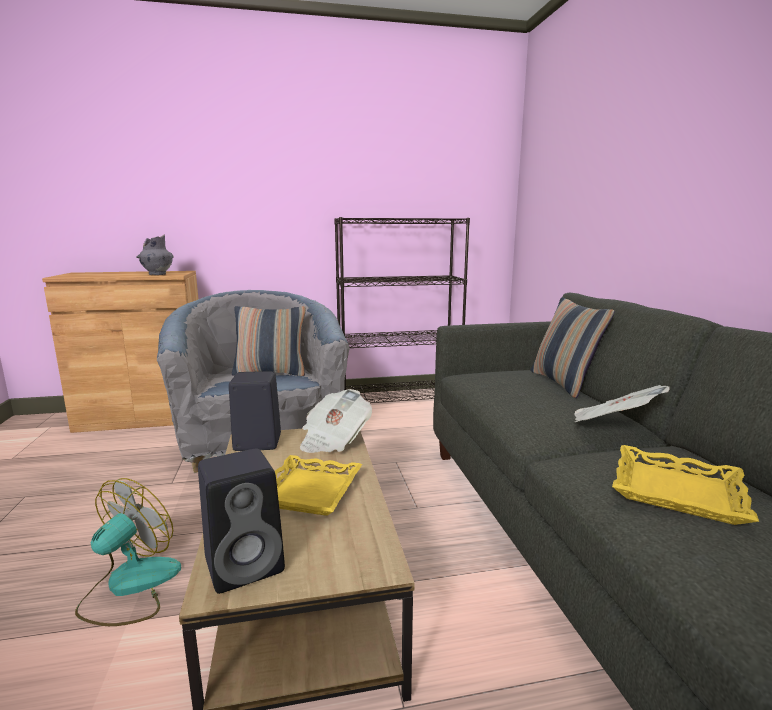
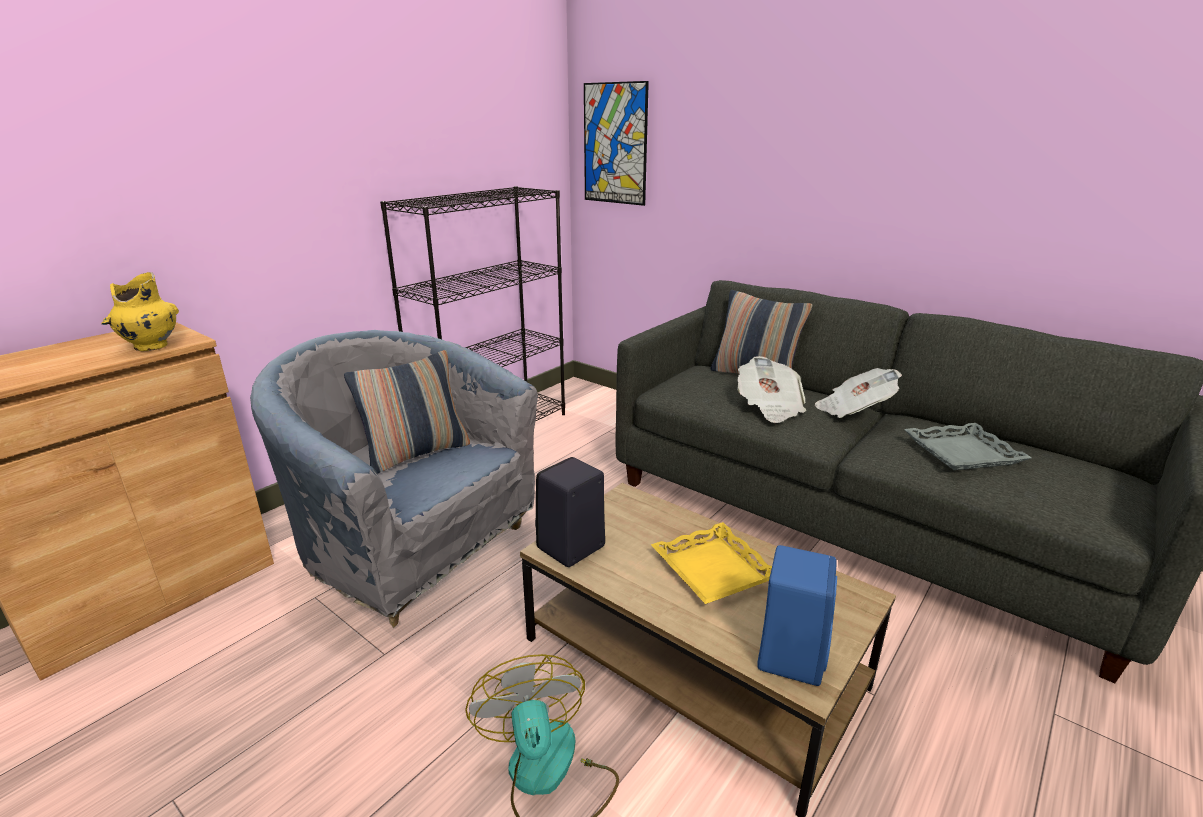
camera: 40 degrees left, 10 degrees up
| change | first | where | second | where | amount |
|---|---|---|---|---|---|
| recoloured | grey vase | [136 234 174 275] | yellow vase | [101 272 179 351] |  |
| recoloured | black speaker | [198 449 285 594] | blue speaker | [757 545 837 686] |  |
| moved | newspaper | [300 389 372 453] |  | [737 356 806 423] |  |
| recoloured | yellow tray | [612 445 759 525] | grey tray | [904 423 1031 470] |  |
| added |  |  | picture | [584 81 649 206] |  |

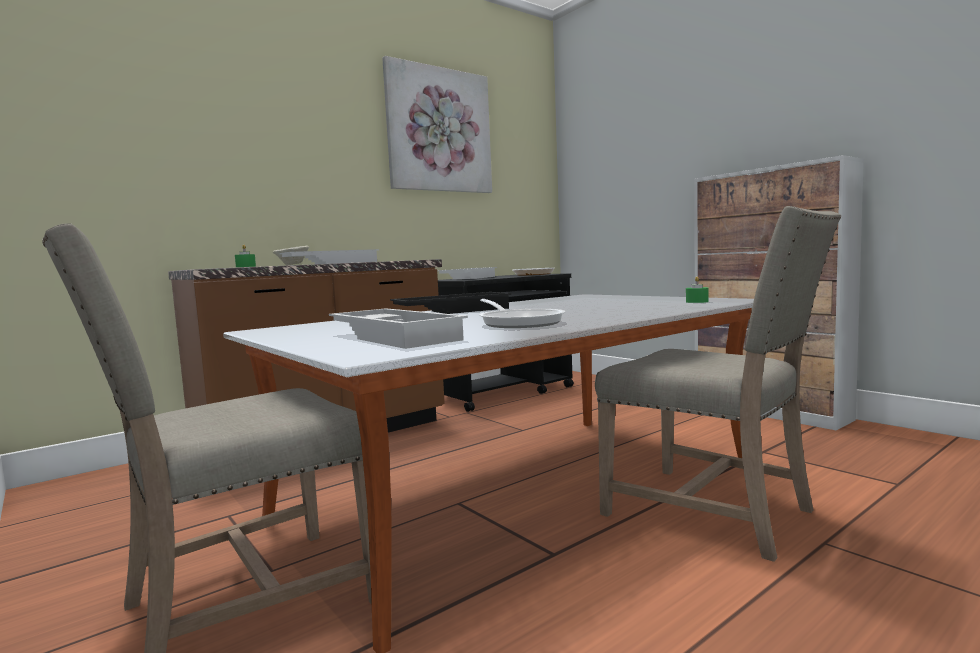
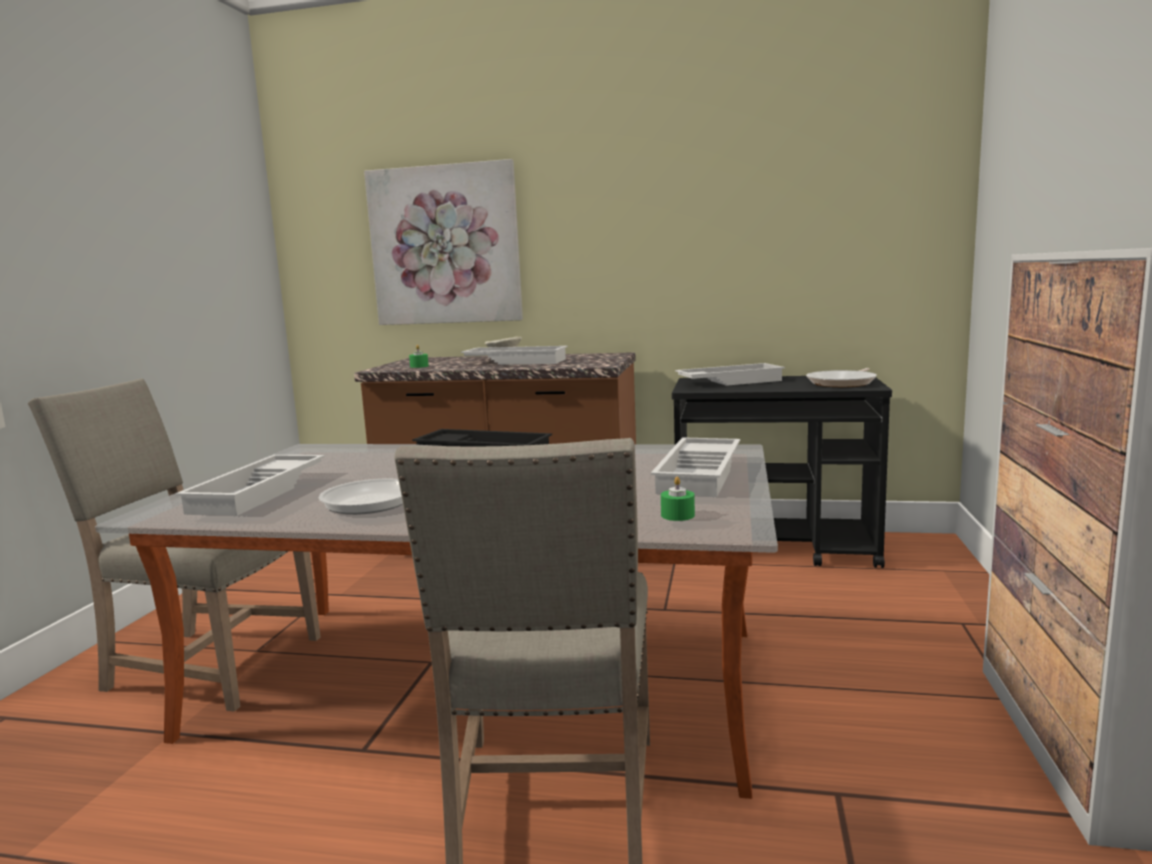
camera: 50 degrees right, 5 degrees up
| change | first | where | second | where | amount |
|---|---|---|---|---|---|
| moved | picture | [382 56 492 193] |  | [364 159 523 325] |  |
| added |  |  | white tray | [651 437 740 497] |  |

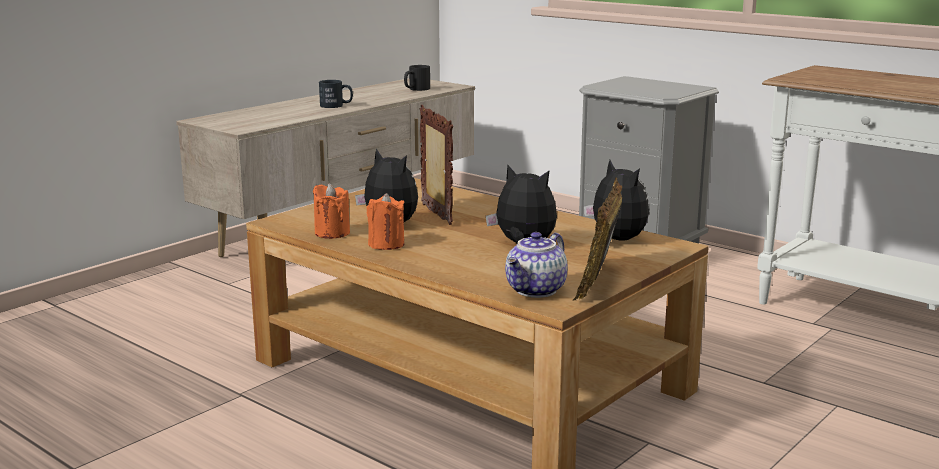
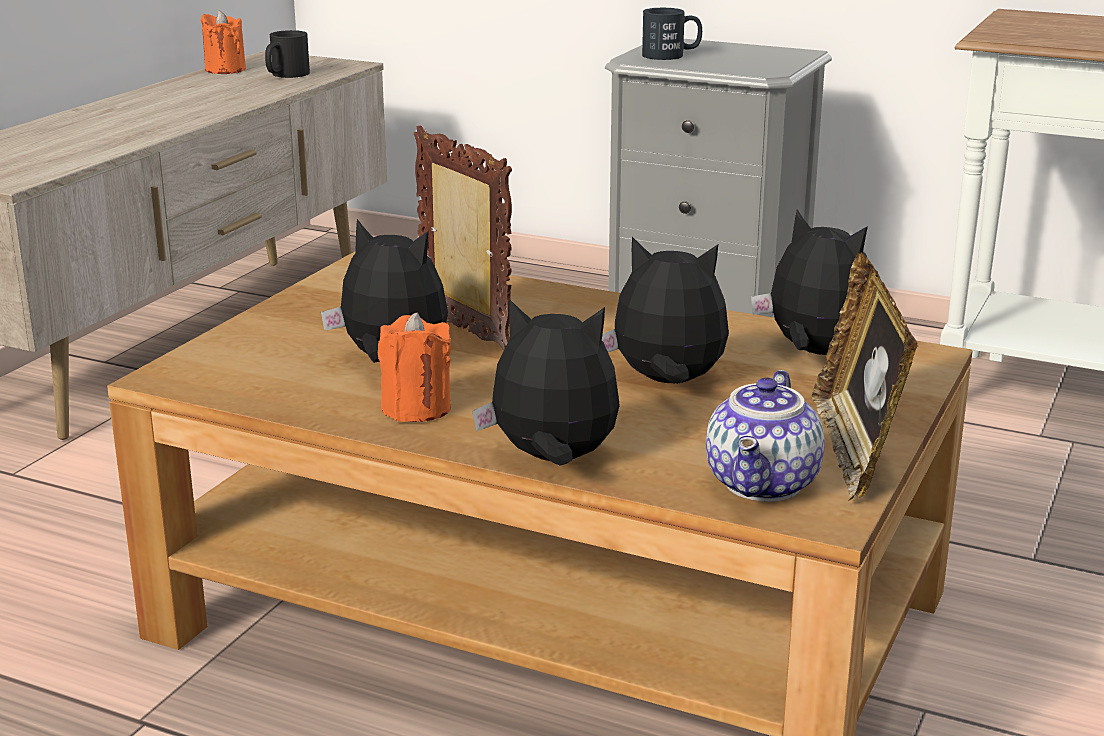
camera: 15 degrees left, 5 degrees up
| change | first | where | second | where | amount |
|---|---|---|---|---|---|
| moved | orange candle | [313 183 350 239] |  | [201 11 246 74] |  |
| moved | black mug | [319 80 353 108] |  | [642 8 702 60] |  |
| added |  |  | plush toy | [472 299 620 466] |  |

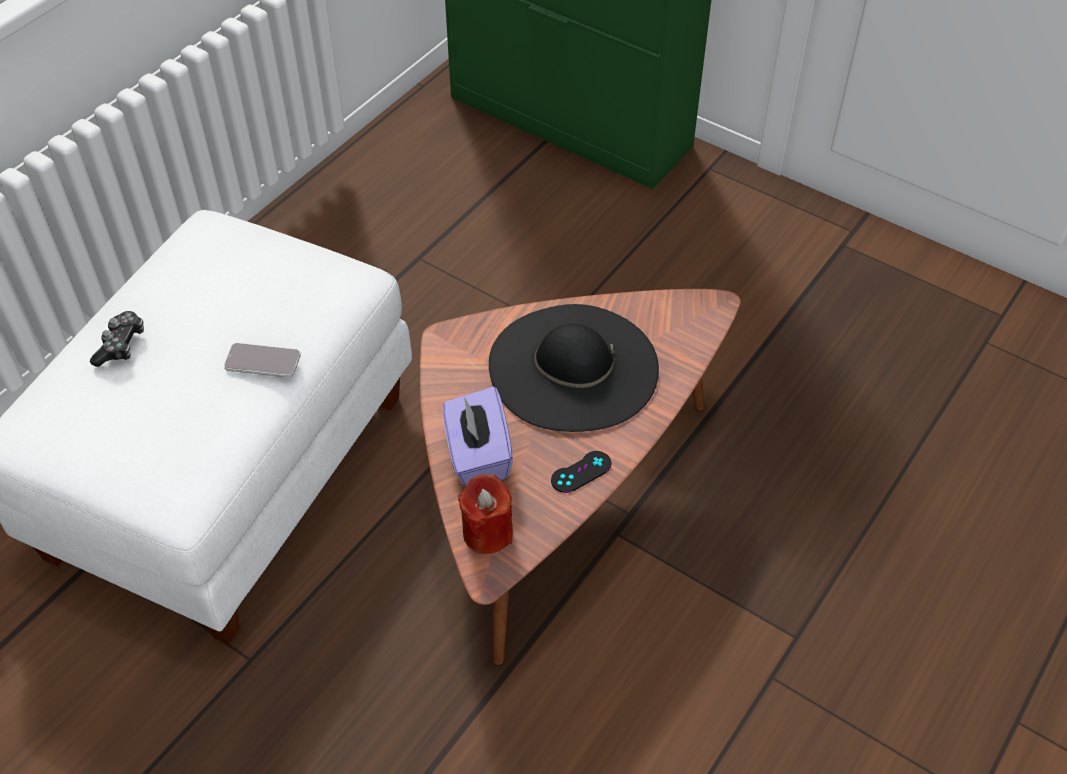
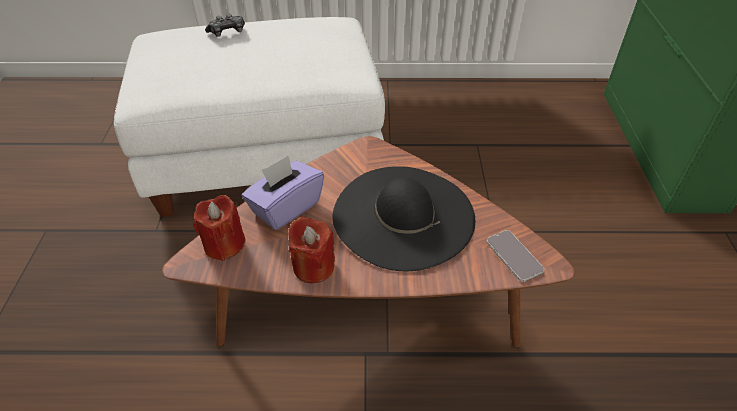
camera: 55 degrees right, 5 degrees down
| change | first | where | second | where | amount |
|---|---|---|---|---|---|
| moved | phone | [224 343 301 377] |  | [486 230 544 282] |  |
| replaced | black game controller | [551 451 612 493] | red candle | [289 216 335 283] |  |

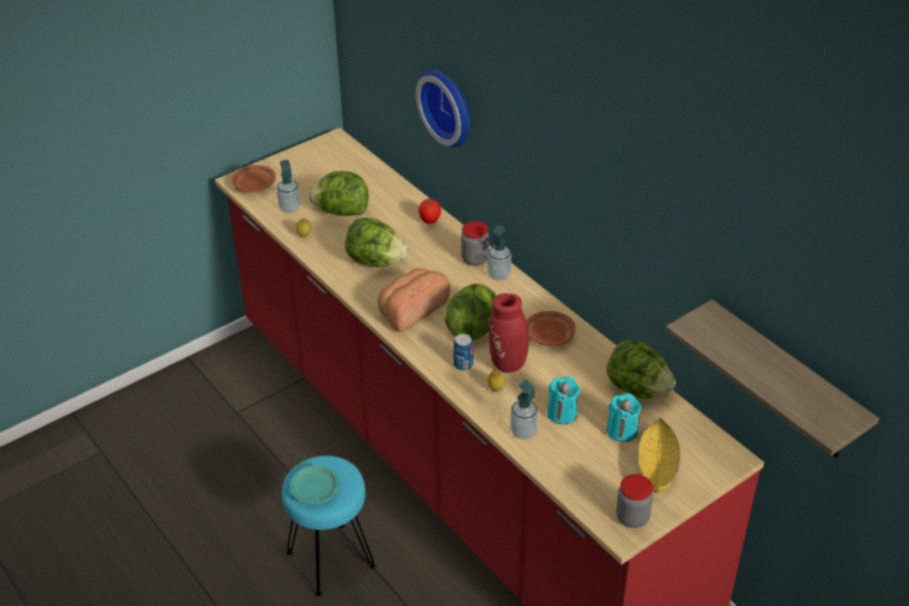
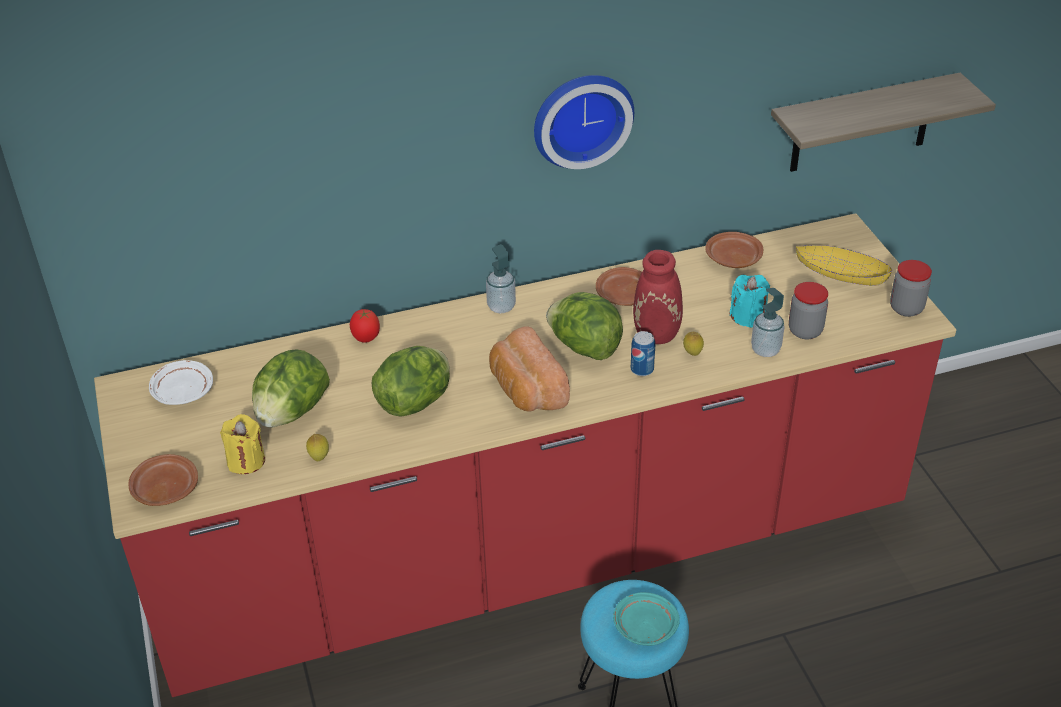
camera: 70 degrees left, 0 degrees up
| change | first | where | second | where | amount |
|---|---|---|---|---|---|
| replaced | soap dispenser | [277 160 300 213] | yellow candle | [220 414 265 474] |  |
| moved | wall clock | [416 70 470 147] |  | [534 75 634 169] |  |
| moved | jar | [461 221 489 266] |  | [789 282 828 339] |  |
| replaced | lettuce | [606 340 676 399] | brown plate | [705 232 763 268] |  |
| removed | turquoise candle | [607 393 642 442] |  |  |  |
| added |  |  | white plate | [149 360 213 405] |  |

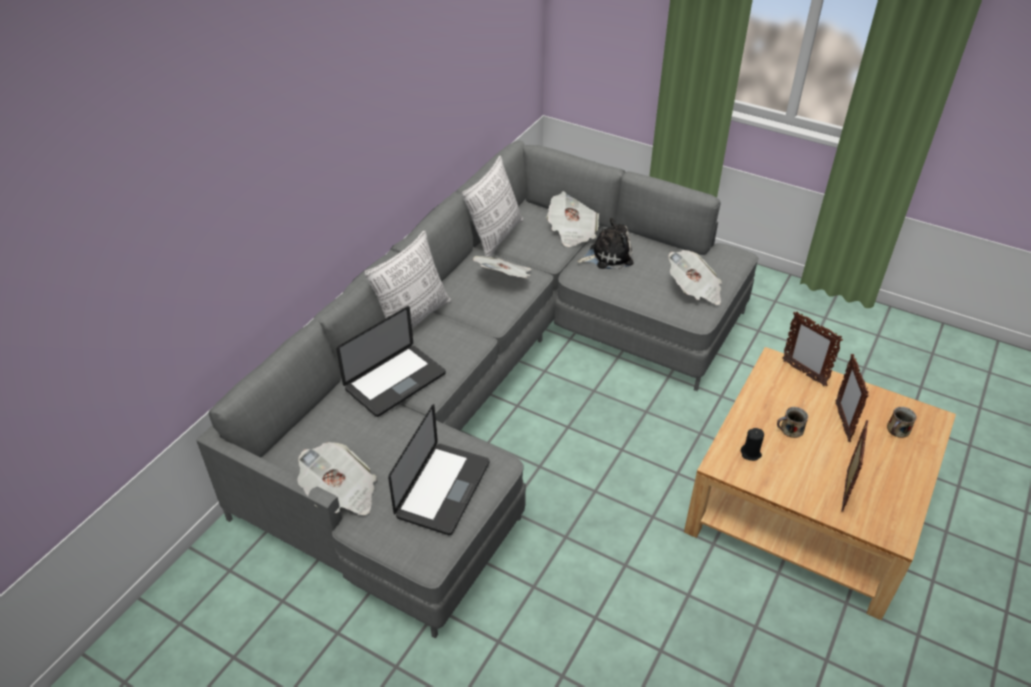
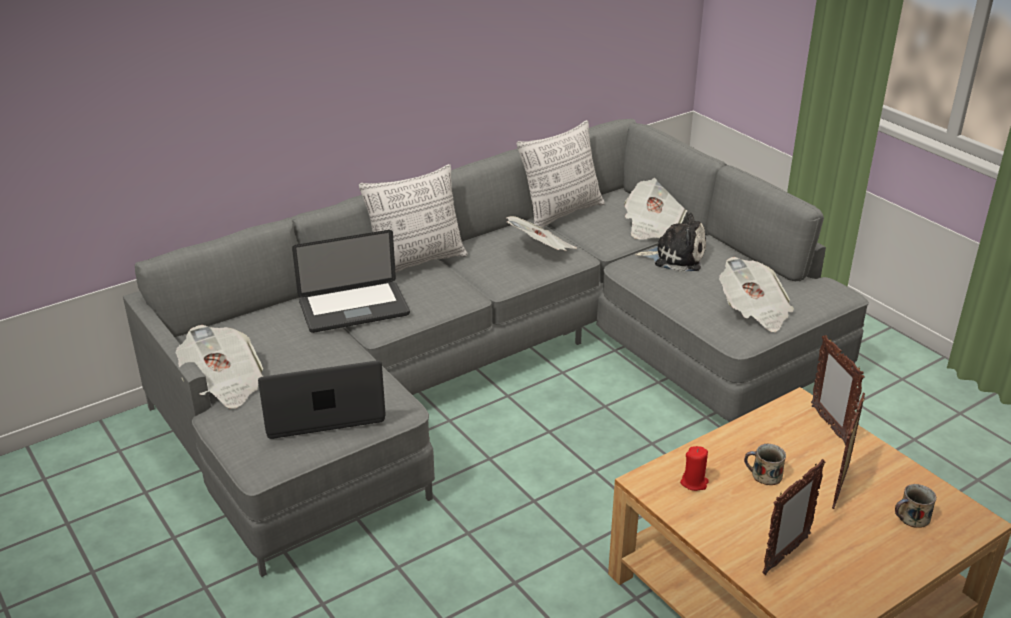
camera: 25 degrees right, 10 degrees down
| change | first | where | second | where | amount |
|---|---|---|---|---|---|
| turned | laptop | [388 404 490 535] |  | [258 361 386 439] | 150 degrees counterclockwise |
| recoloured | black candle | [741 428 764 461] | red candle | [680 446 709 491] |  |

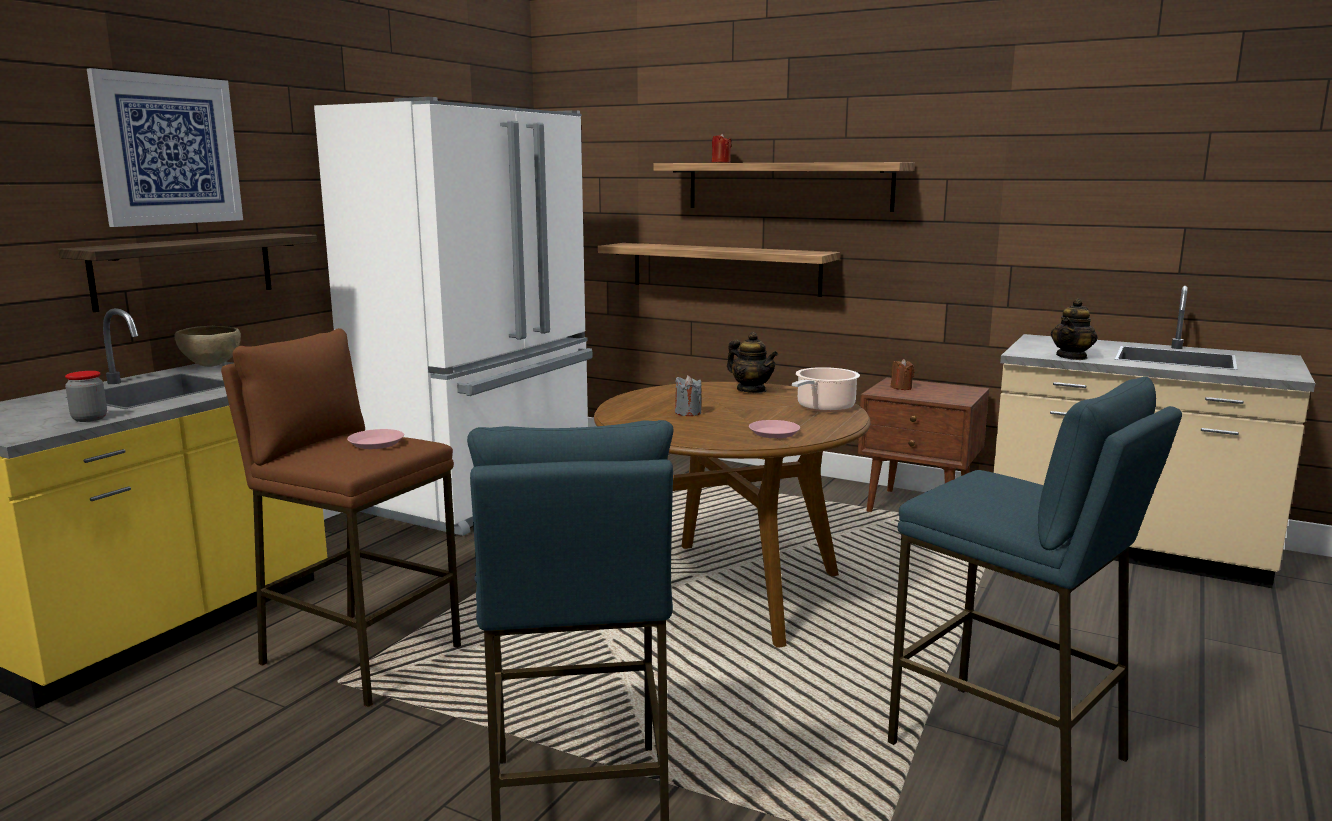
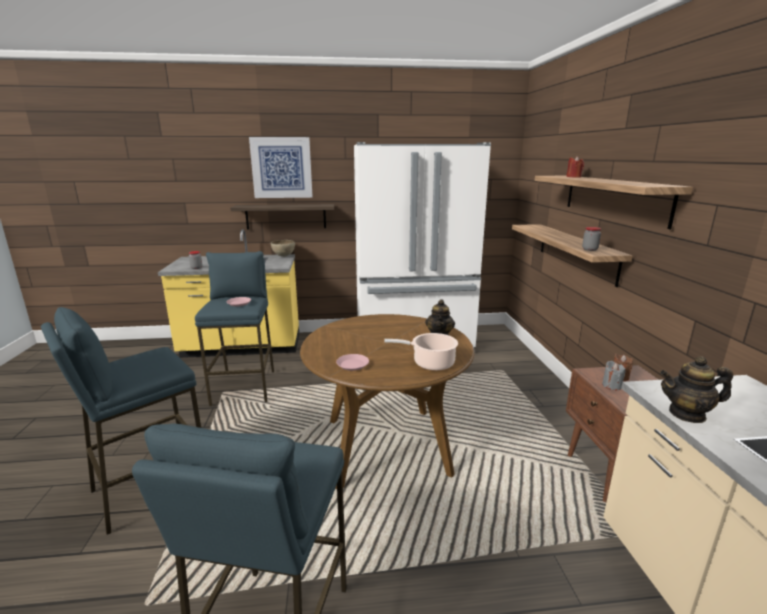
camera: 55 degrees right, 5 degrees up
| change | first | where | second | where | amount |
|---|---|---|---|---|---|
| recoloured | brown stool | [221 328 461 707] | blue stool | [195 251 274 406] |  |
| moved | grey candle | [675 375 701 416] |  | [602 361 626 390] |  |
| added |  |  | jar | [582 227 601 251] |  |

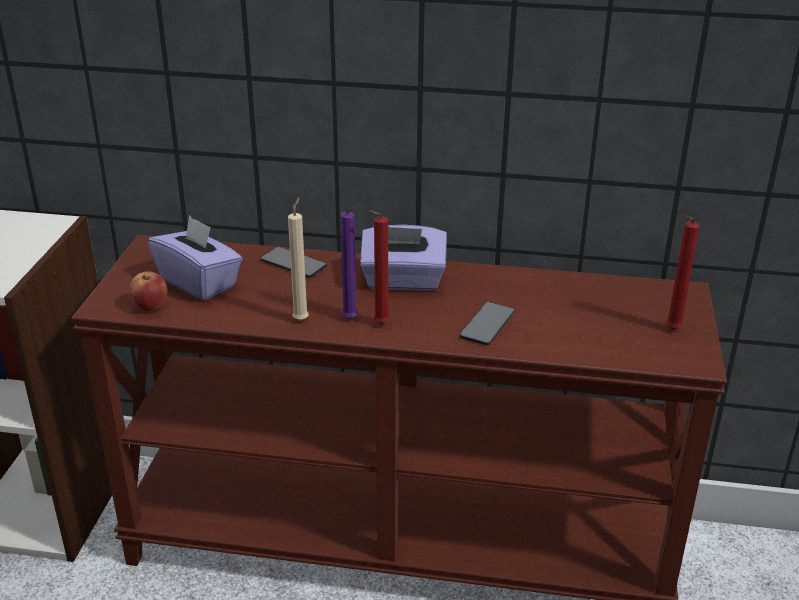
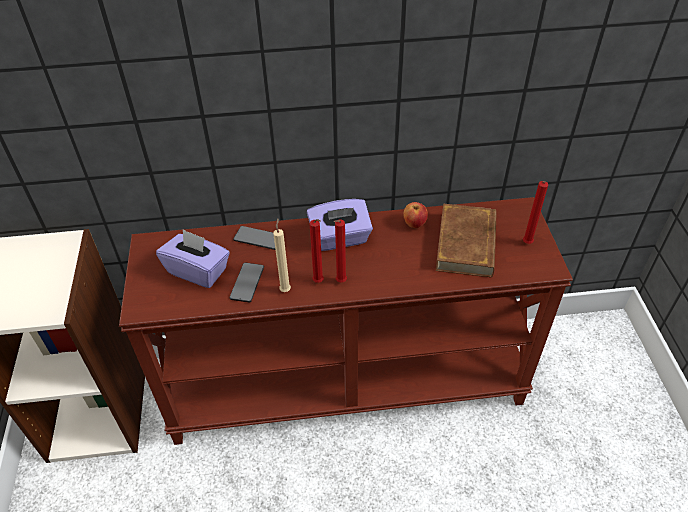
camera: 15 degrees left, 15 degrees up
| change | first | where | second | where | amount |
|---|---|---|---|---|---|
| moved | apple | [130 271 167 312] |  | [403 202 428 228] |  |
| recoloured | purple candle | [341 207 358 319] | red candle | [310 219 324 283] |  |
| moved | phone | [460 302 515 345] |  | [229 262 264 302] |  |
| added |  |  | brown book | [436 204 497 278] |  |

